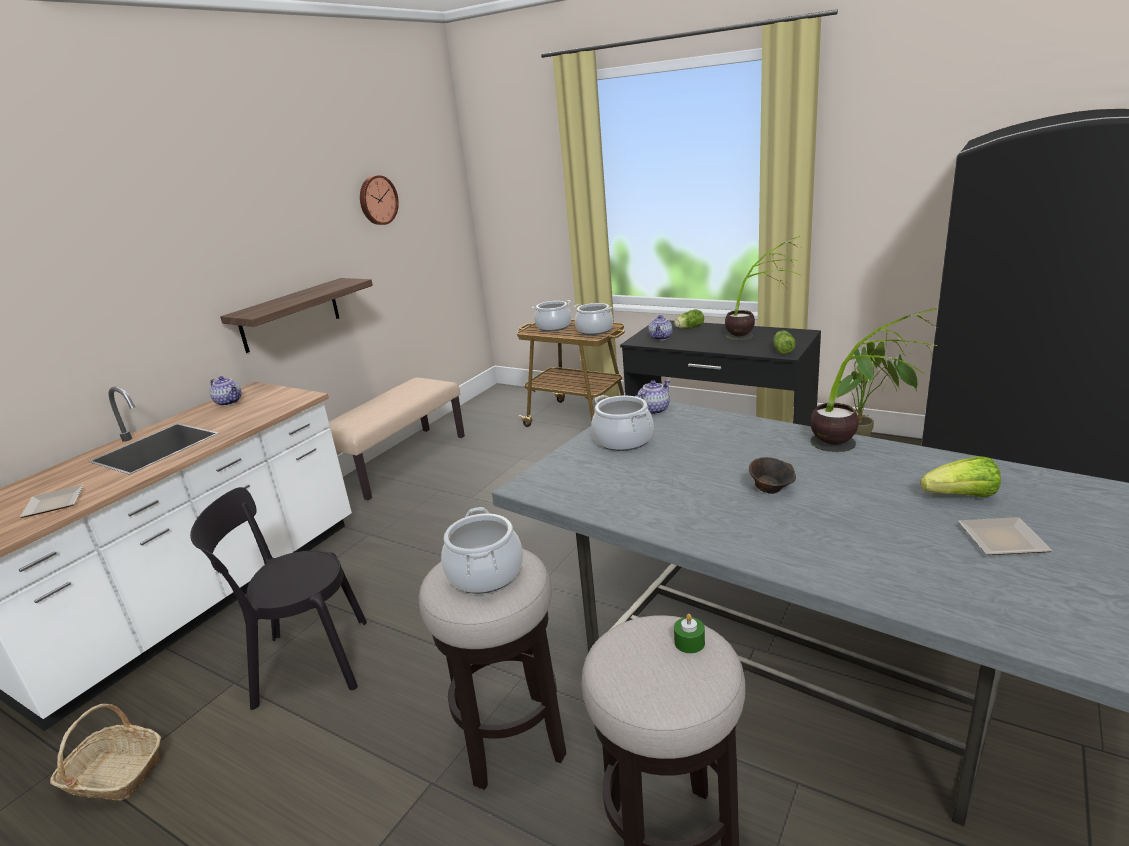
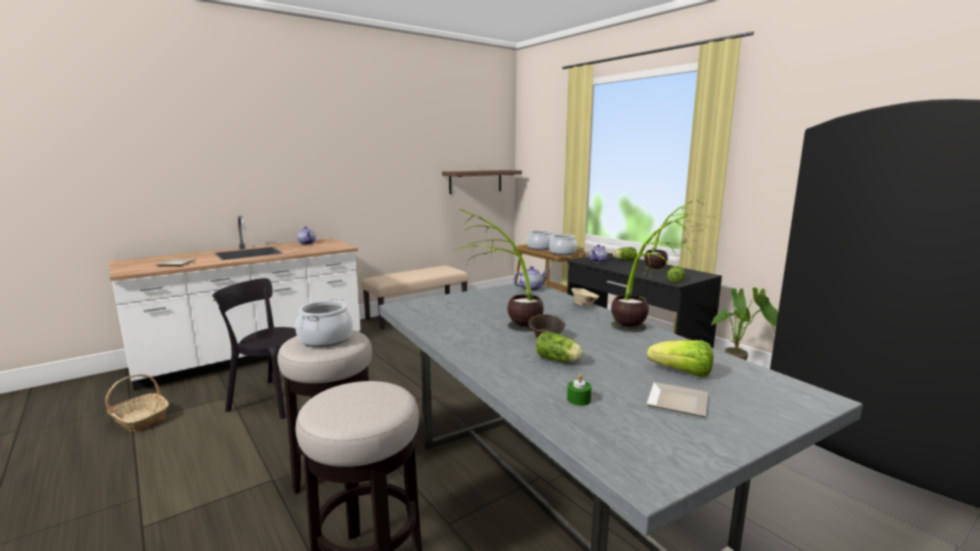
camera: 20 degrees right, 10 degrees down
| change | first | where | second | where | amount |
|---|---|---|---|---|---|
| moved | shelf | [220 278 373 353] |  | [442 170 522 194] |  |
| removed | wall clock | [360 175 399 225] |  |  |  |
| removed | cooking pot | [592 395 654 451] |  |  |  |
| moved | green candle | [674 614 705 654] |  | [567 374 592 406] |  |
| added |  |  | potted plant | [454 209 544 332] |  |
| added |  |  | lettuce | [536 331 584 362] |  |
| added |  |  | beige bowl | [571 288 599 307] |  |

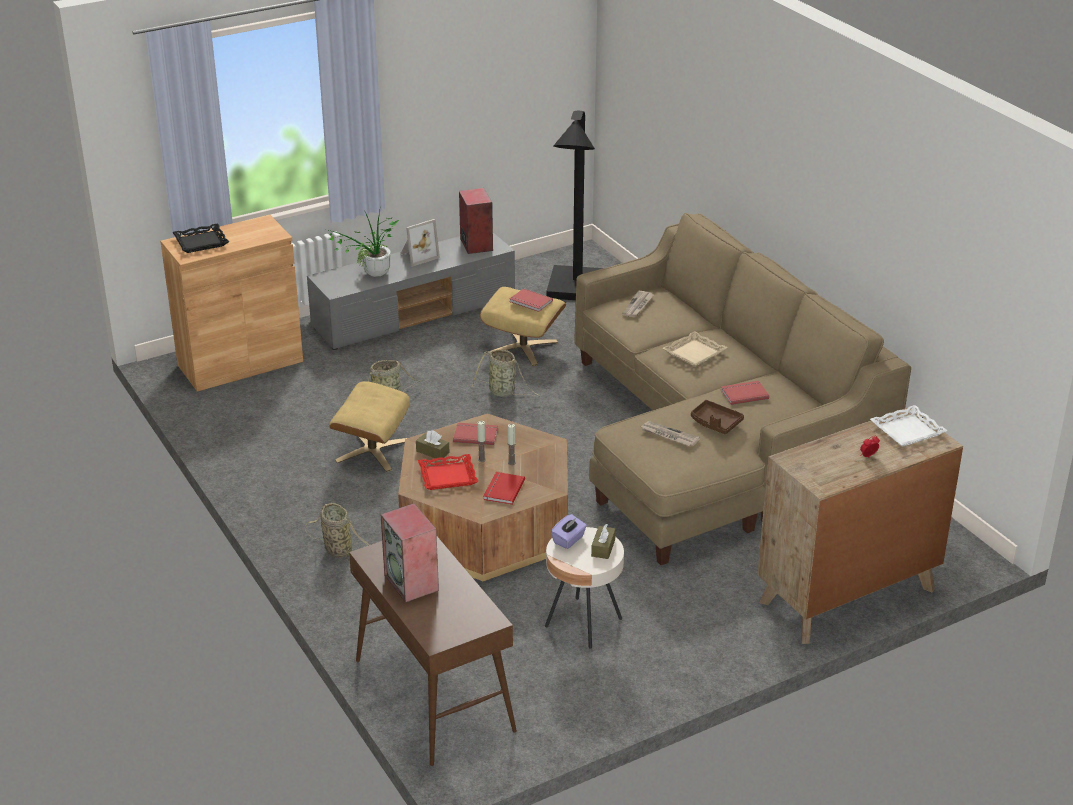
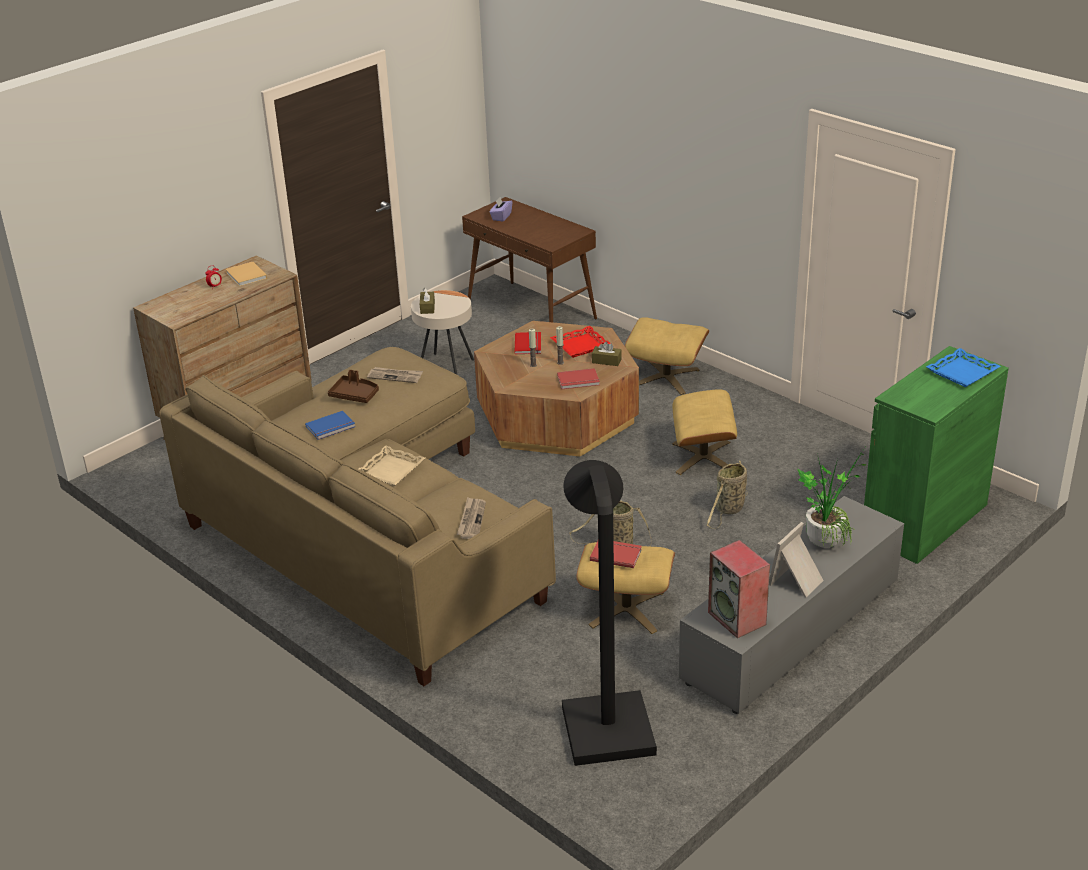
camera: 165 degrees right, 0 degrees up
| change | first | where | second | where | amount |
|---|---|---|---|---|---|
| recoloured | brown cabinet | [160 215 303 392] | green cabinet | [864 346 1009 564] |  |
| recoloured | black tray | [172 224 229 253] | blue tray | [926 348 1001 387] |  |
| replaced | basket | [305 503 370 562] | beige ottoman | [625 317 709 395] |  |
| removed | speaker | [380 503 439 603] |  |  |  |
| moved | purple tissue box | [551 514 587 549] |  | [490 197 512 222] |  |
| recoloured | red book | [721 381 769 405] | blue book | [305 411 355 440] |  |
| removed | white tray | [870 405 948 447] |  |  |  |
| added |  |  | beige book | [226 262 267 287] |  |

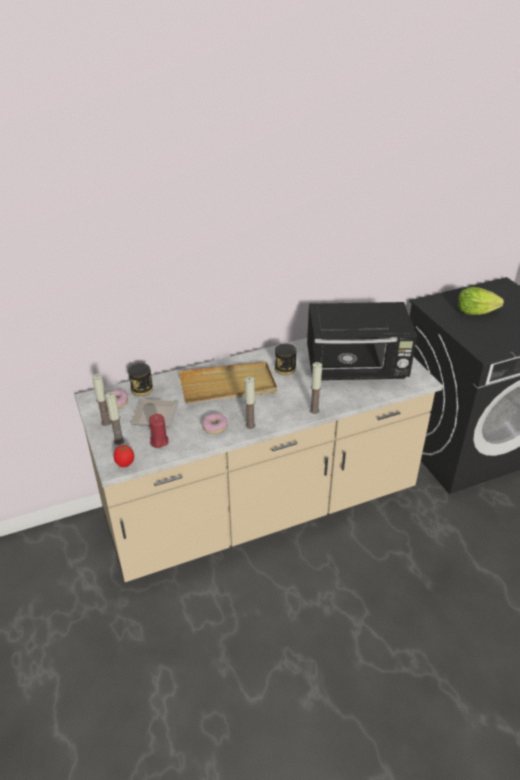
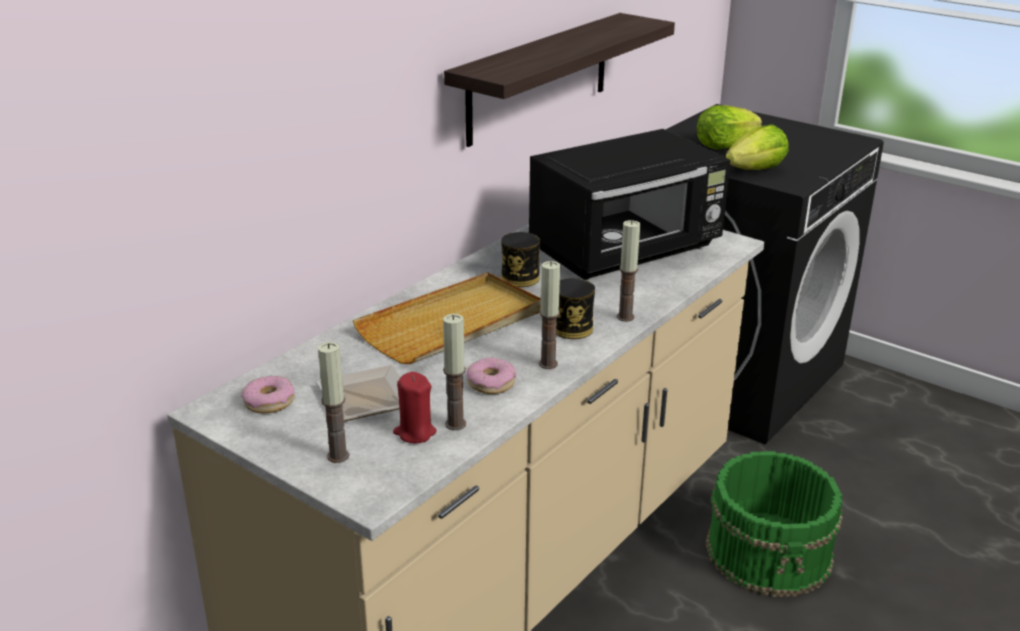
camera: 30 degrees left, 10 degrees down
| change | first | where | second | where | amount |
|---|---|---|---|---|---|
| moved | candle | [92 374 111 426] |  | [443 314 466 430] |  |
| removed | tomato | [113 445 134 467] |  |  |  |
| moved | can | [128 363 153 396] |  | [556 278 595 339] |  |
| added |  |  | shelf | [444 13 675 147] |  |
| added |  |  | green bucket | [705 451 843 597] |  |
| added |  |  | lettuce | [726 125 789 170] |  |

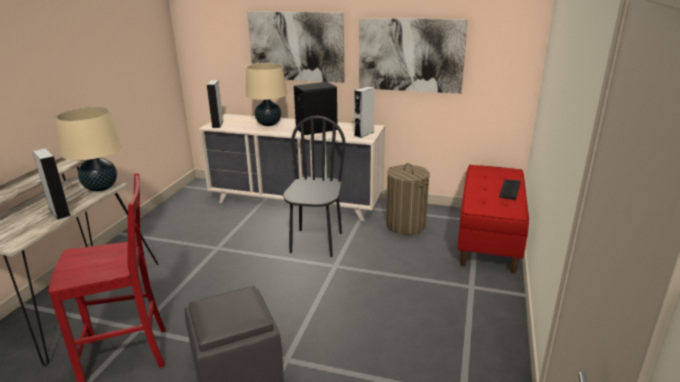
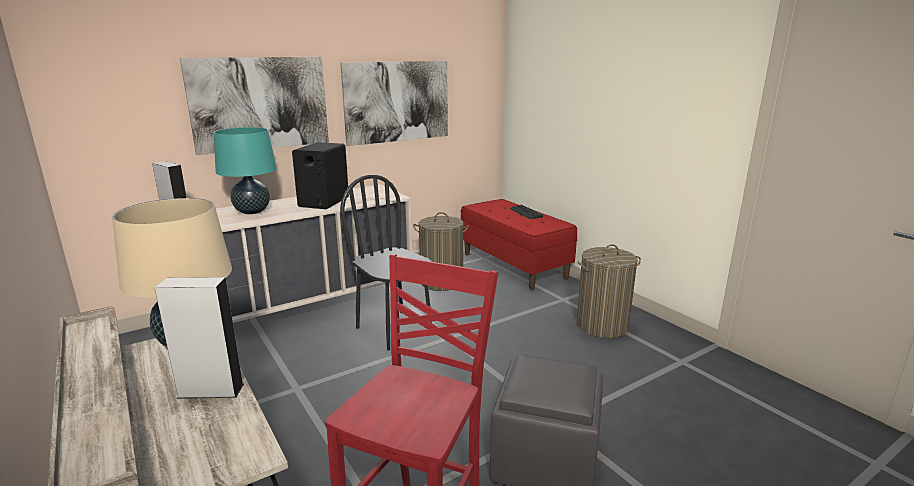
camera: 50 degrees left, 5 degrees down
| change | first | where | second | where | amount |
|---|---|---|---|---|---|
| recoloured | beige table lamp | [246 63 287 126] | turquoise table lamp | [214 127 277 214] |  |
| removed | grey speaker | [354 86 375 138] |  |  |  |
| added |  |  | laundry basket | [577 244 641 338] |  |

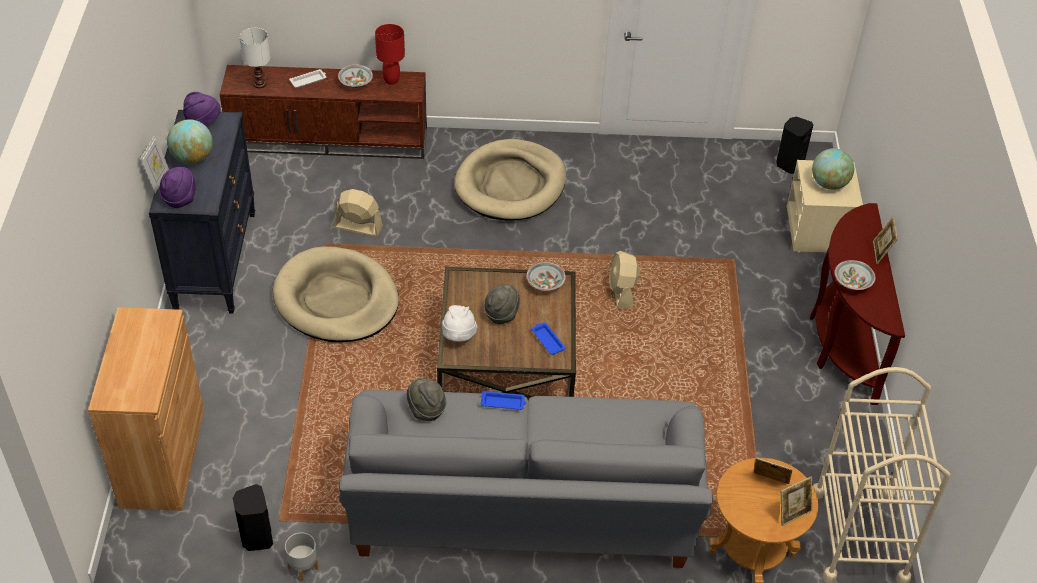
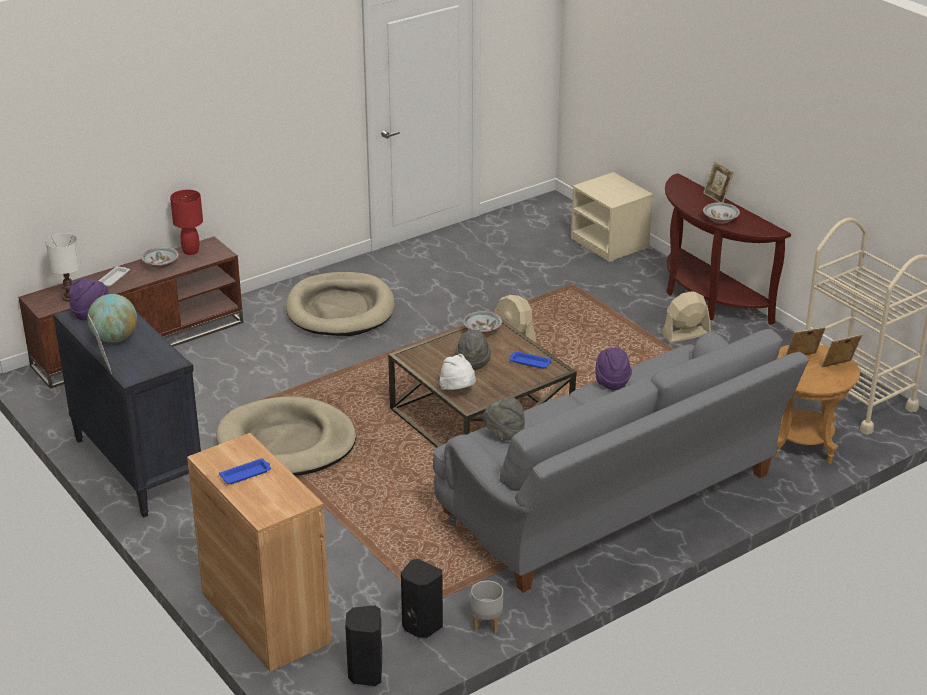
camera: 35 degrees left, 15 degrees down
| change | first | where | second | where | amount |
|---|---|---|---|---|---|
| moved | purple hat | [160 167 196 208] |  | [595 348 632 390] |  |
| moved | beige fan | [334 189 383 236] |  | [662 291 711 343] |  |
| moved | blue tray | [481 391 526 410] |  | [219 458 271 484] |  |
| moved | black speaker | [776 117 813 174] |  | [345 605 382 686] |  |
| turned | picture frame | [781 477 812 526] |  | [822 334 862 367] | 135 degrees counterclockwise |
| removed | globe | [812 148 854 190] |  |  |  |

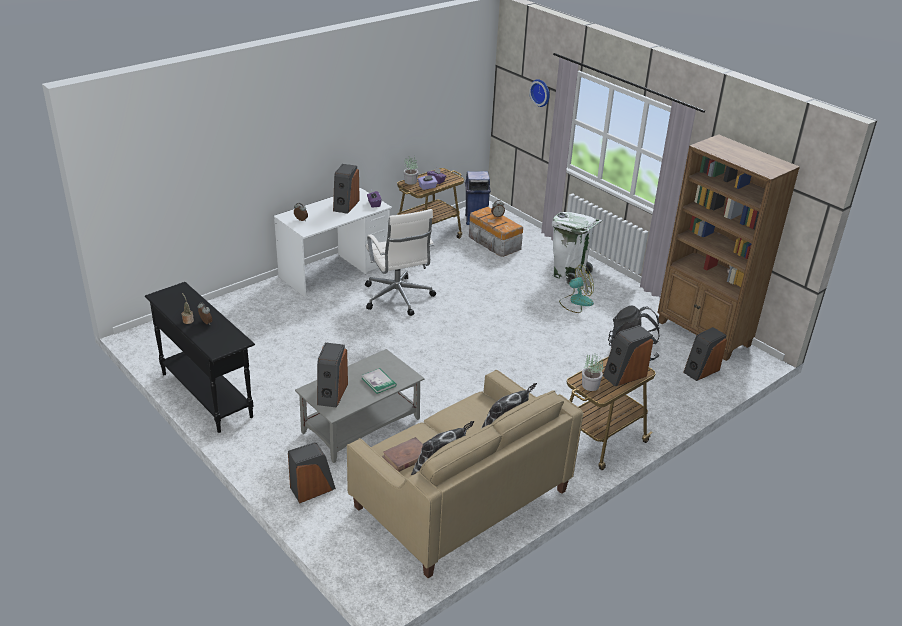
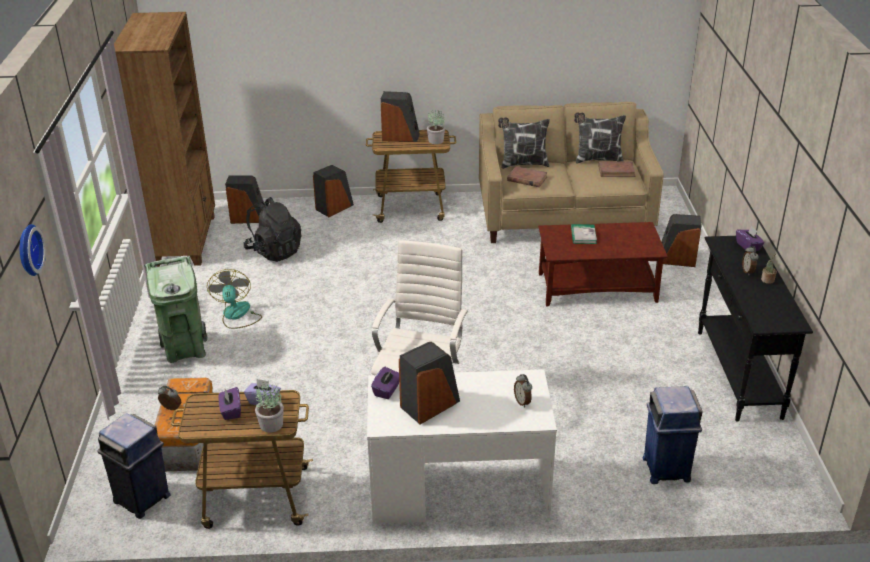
camera: 140 degrees left, 0 degrees up
| change | first | where | second | where | amount |
|---|---|---|---|---|---|
| recoloured | grey coffee table | [295 349 425 463] | brown coffee table | [538 222 668 306] |  |
| moved | speaker | [317 342 348 408] |  | [313 165 354 217] |  |
| recoloured | white trash can | [552 212 602 284] | green trash can | [144 257 207 363] |  |
| turned | fan | [559 265 594 313] |  | [207 269 262 329] | 60 degrees clockwise |
| added |  |  | brown book | [507 166 548 187] |  |
| added |  |  | blue trash can | [643 386 703 484] |  |
| added |  |  | purple tissue box | [736 226 764 252] |  |

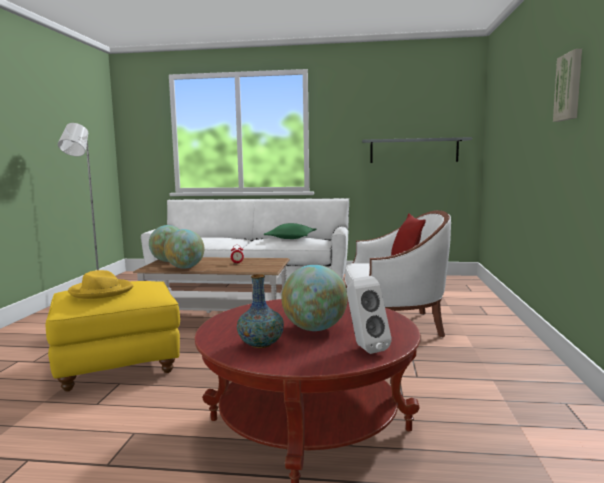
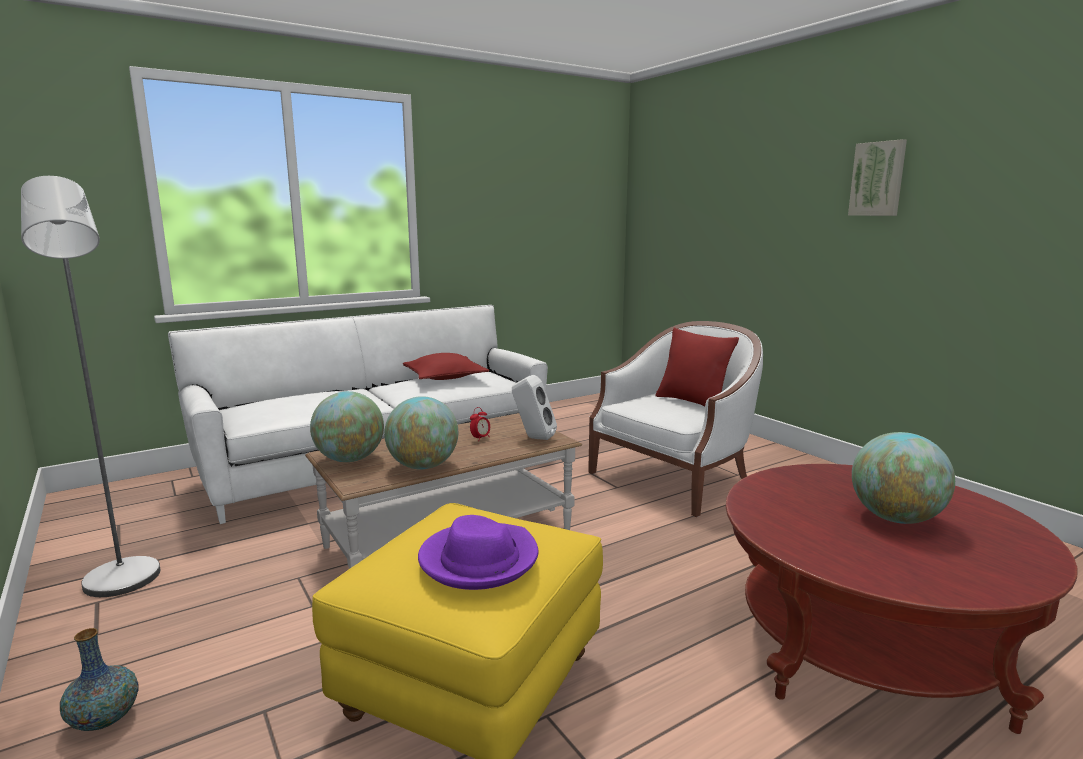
camera: 40 degrees left, 5 degrees up
| change | first | where | second | where | amount |
|---|---|---|---|---|---|
| recoloured | yellow hat | [68 270 133 299] | purple hat | [418 515 539 590] |  |
| moved | vase | [237 274 284 348] |  | [60 628 139 731] |  |
| recoloured | green pillow | [264 223 316 239] | red pillow | [403 353 489 380] |  |
| moved | white speaker | [346 276 392 354] |  | [512 375 557 440] |  |
| removed | grey shelf | [362 137 472 163] |  |  |  |

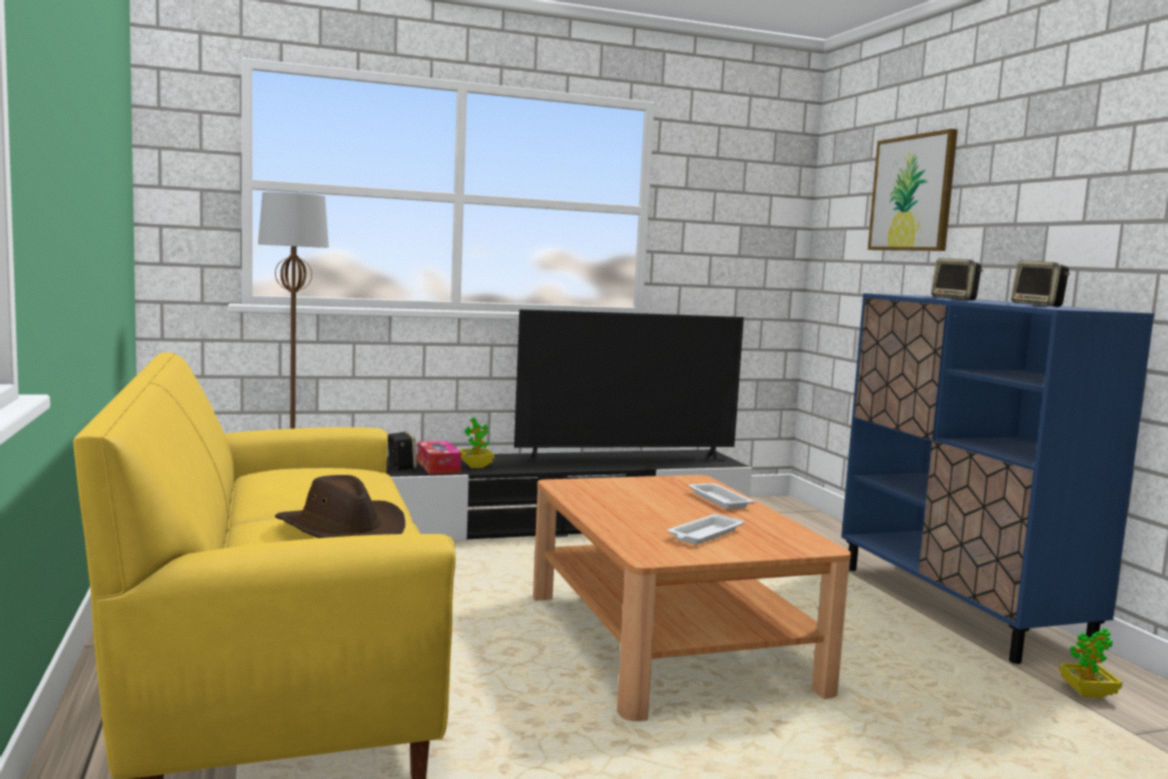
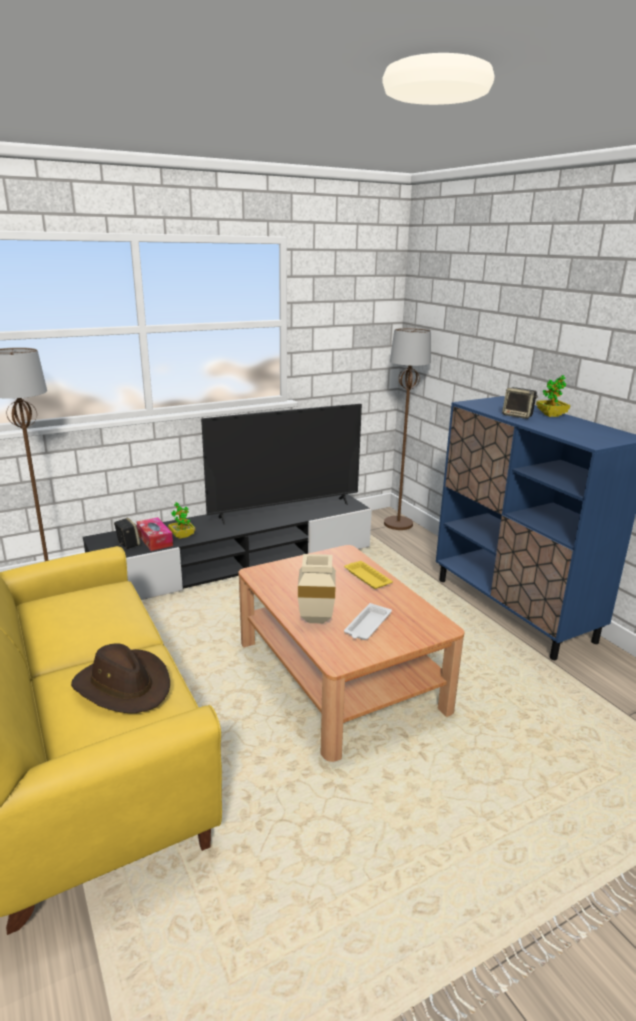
camera: 10 degrees left, 15 degrees up
| change | first | where | second | where | amount |
|---|---|---|---|---|---|
| recoloured | white tray | [688 483 755 509] | yellow tray | [344 561 393 589] |  |
| removed | picture | [868 129 958 251] |  |  |  |
| removed | speaker | [1011 261 1070 307] |  |  |  |
| moved | potted plant | [1058 628 1122 698] |  | [536 375 571 417] |  |
| added |  |  | beige vase | [298 554 336 624] |  |
| added |  |  | brown floor lamp | [384 328 431 530] |  |

